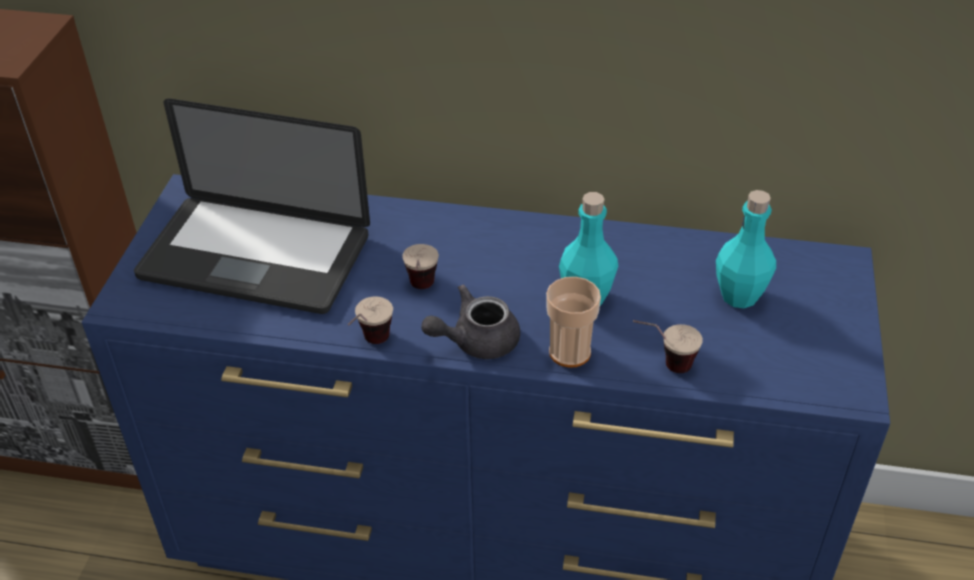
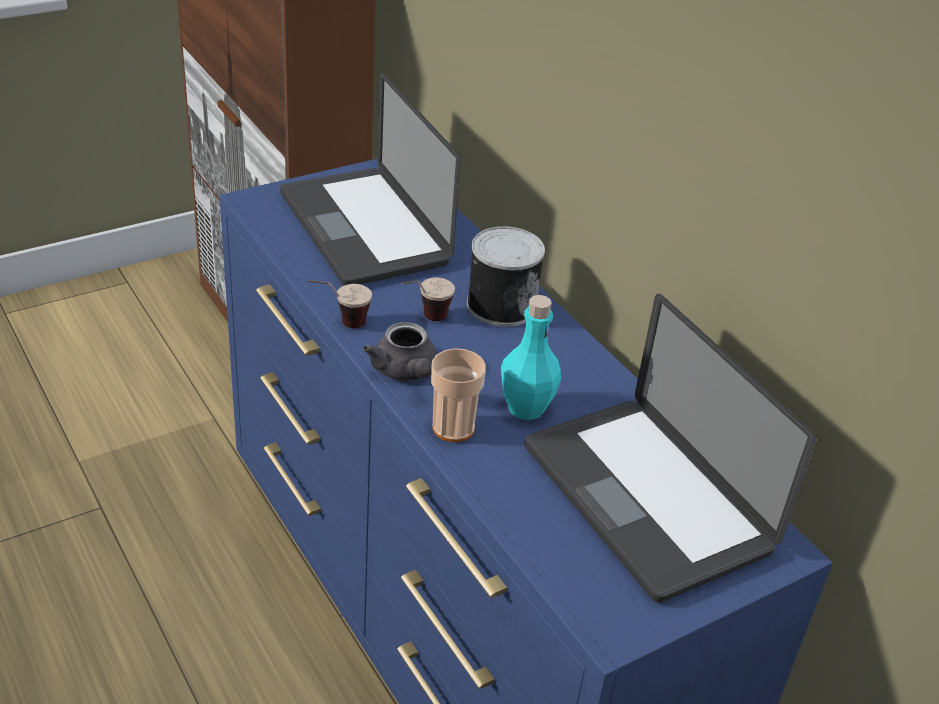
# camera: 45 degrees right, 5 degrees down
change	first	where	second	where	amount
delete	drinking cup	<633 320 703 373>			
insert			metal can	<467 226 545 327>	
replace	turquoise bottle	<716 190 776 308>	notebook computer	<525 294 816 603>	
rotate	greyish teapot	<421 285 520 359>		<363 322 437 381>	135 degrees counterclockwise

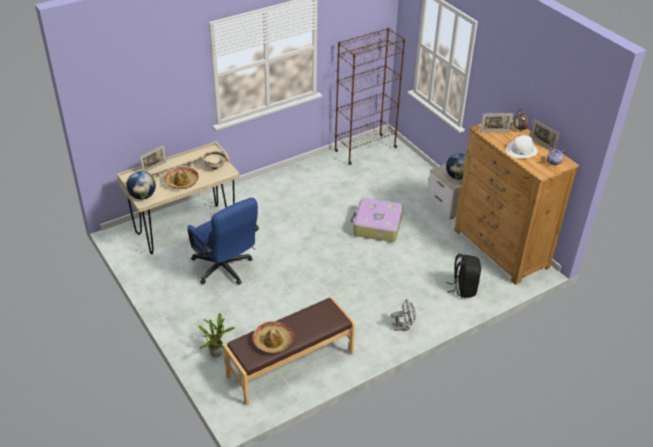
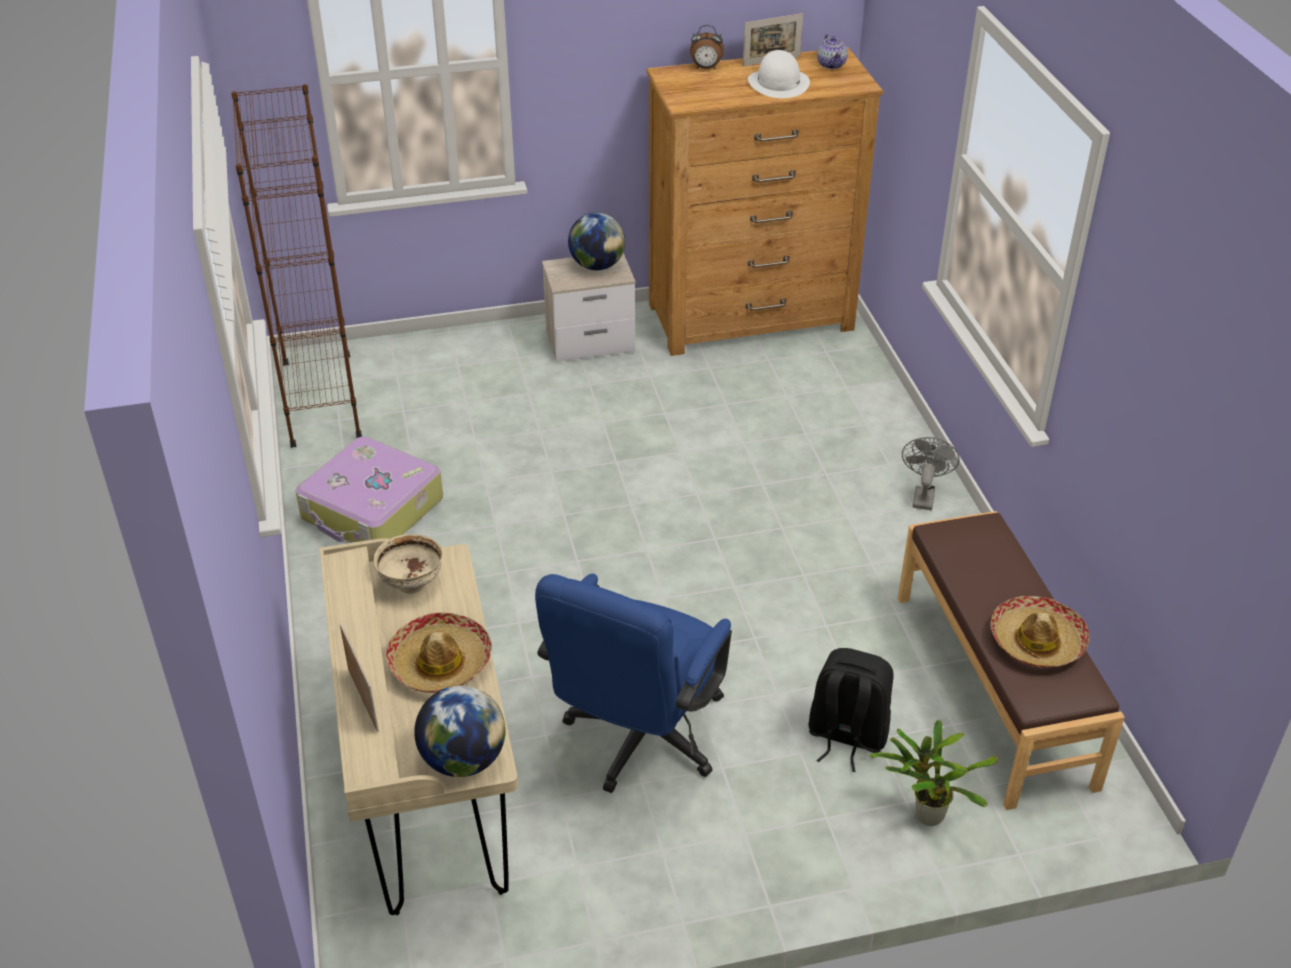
# camera: 70 degrees left, 0 degrees up
change	first	where	second	where	amount
delete	standing frame	<480 113 514 133>			
move	travel case	<351 198 403 242>		<295 437 443 543>	
move	black backpack	<447 254 481 298>		<808 648 893 772>	
rotate	blue-coloured desk chair	<187 198 259 284>		<535 574 732 793>	135 degrees clockwise

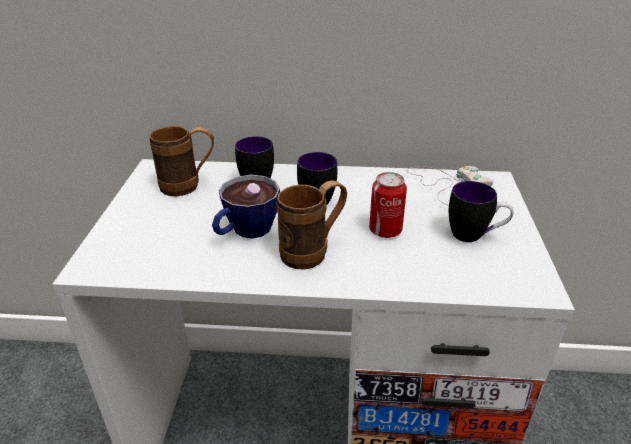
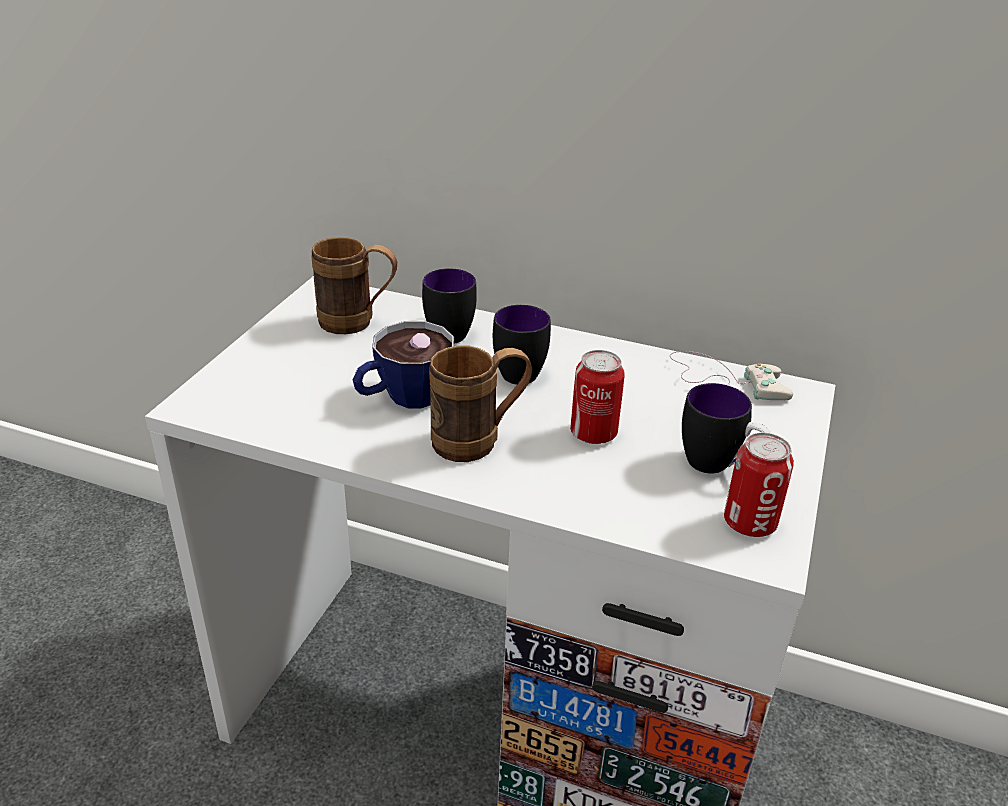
# camera: 15 degrees right, 0 degrees up
change	first	where	second	where	amount
insert			metal can	<724 433 794 537>	

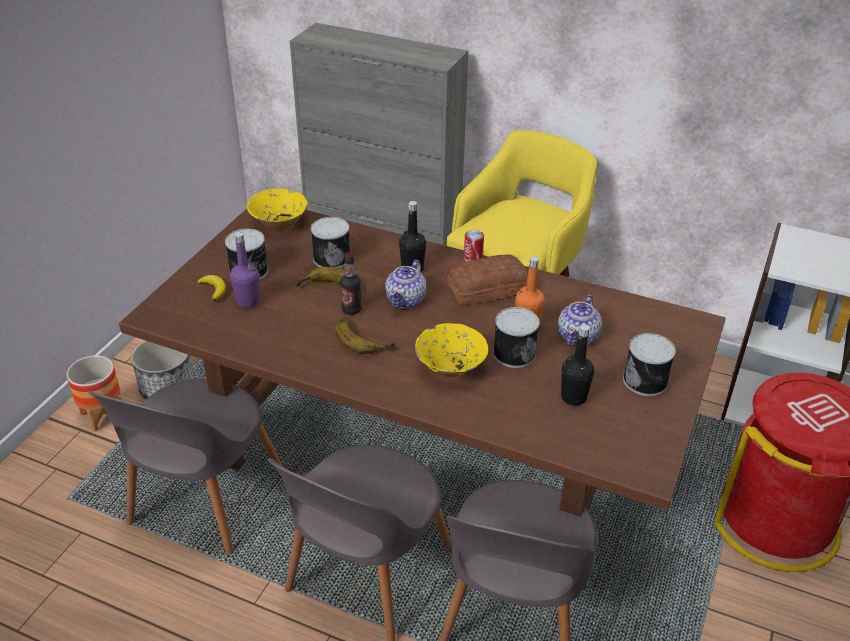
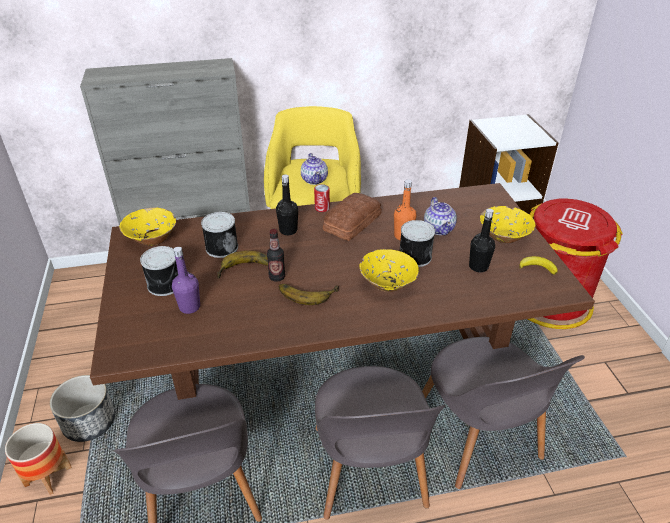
# camera: 35 degrees left, 0 degrees up
change	first	where	second	where	amount
move	banana fruit	<197 275 226 301>		<519 256 558 275>	
move	teapot	<385 260 426 308>		<301 153 328 185>	
replace	metal can	<623 333 676 396>	yellow serving bowl	<480 206 536 243>	

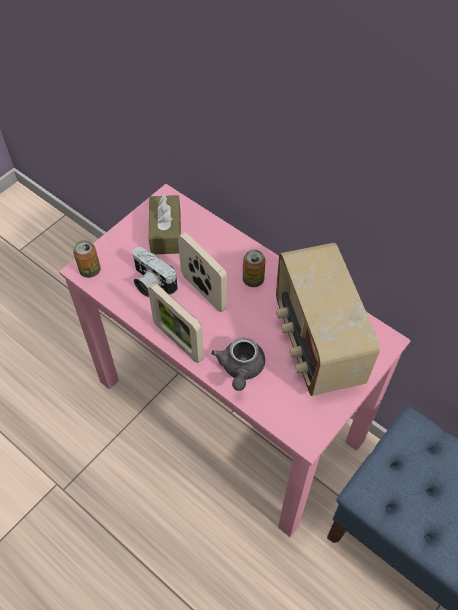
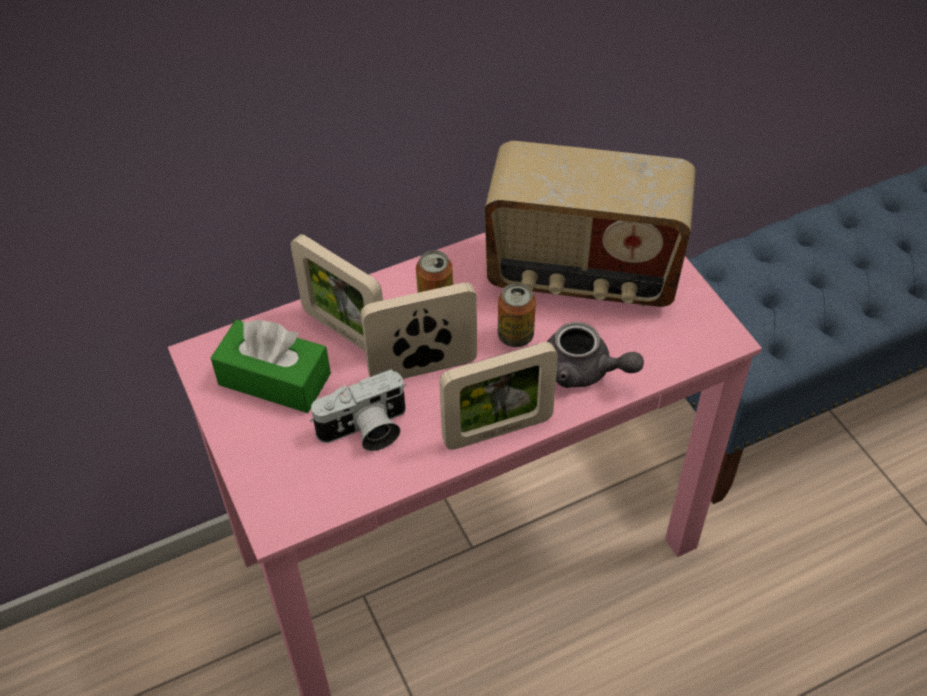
# camera: 65 degrees left, 5 degrees down
change	first	where	second	where	amount
insert			standing frame	<290 234 383 352>	
move	metal can	<73 240 101 278>		<498 283 536 347>	
recolor	brown-coloured box of tissues	<149 194 181 254>	greenish box of tissues	<211 320 331 413>	

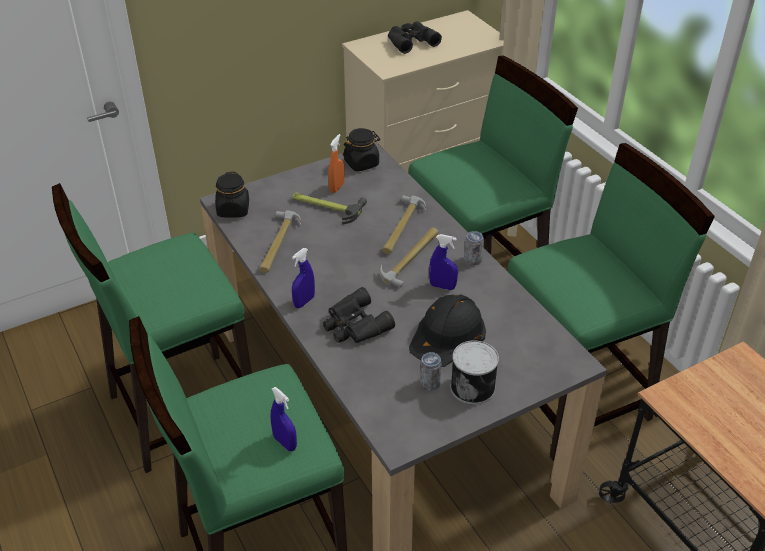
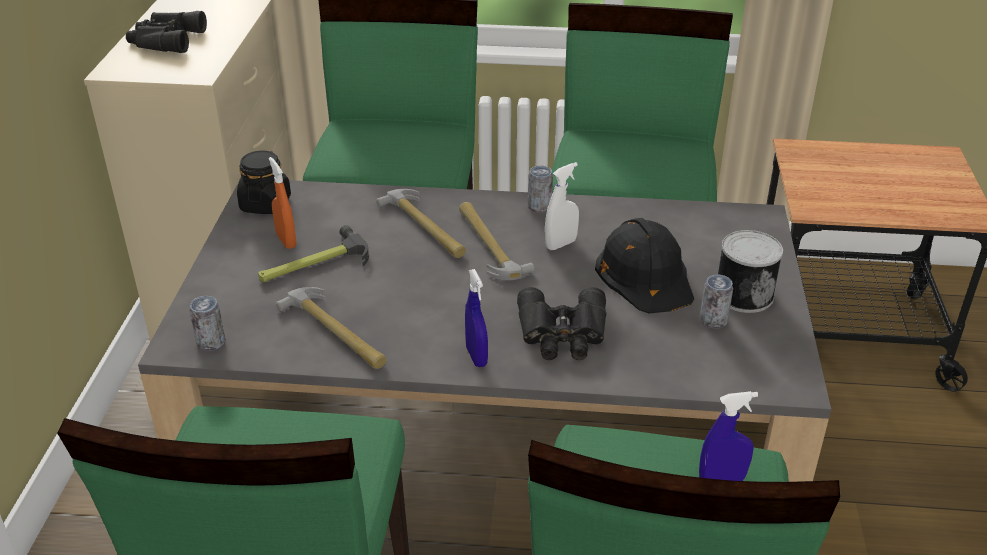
# camera: 55 degrees left, 5 degrees down
change	first	where	second	where	amount
replace	black preserve jar	<215 172 249 218>	metal can	<189 296 226 351>	
recolor	blue-coloured spray bottle	<429 234 458 290>	white spray bottle	<545 162 579 250>	

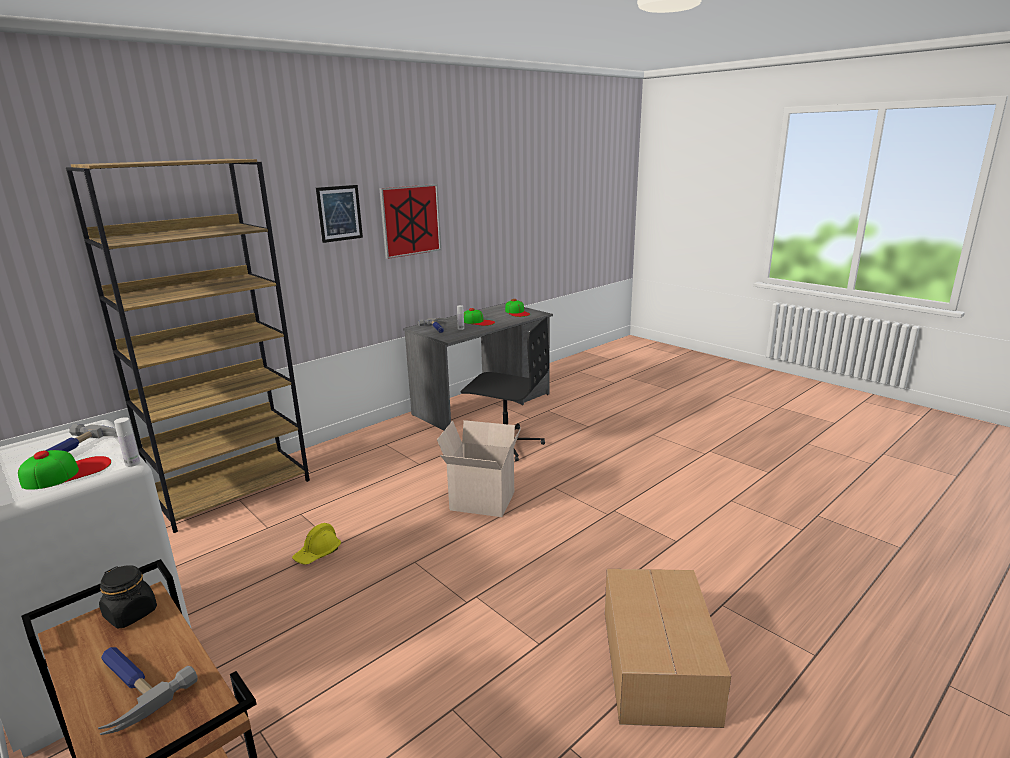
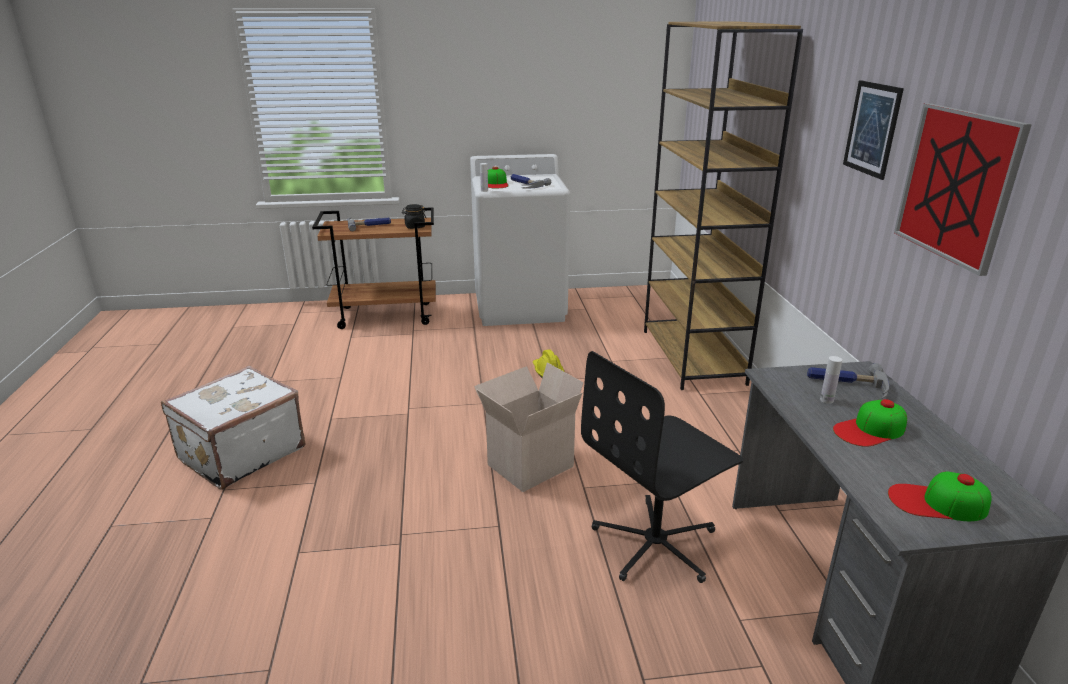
# camera: 125 degrees right, 5 degrees up
change	first	where	second	where	amount
replace	packing box	<605 569 731 728>	white travel case	<161 366 305 490>	

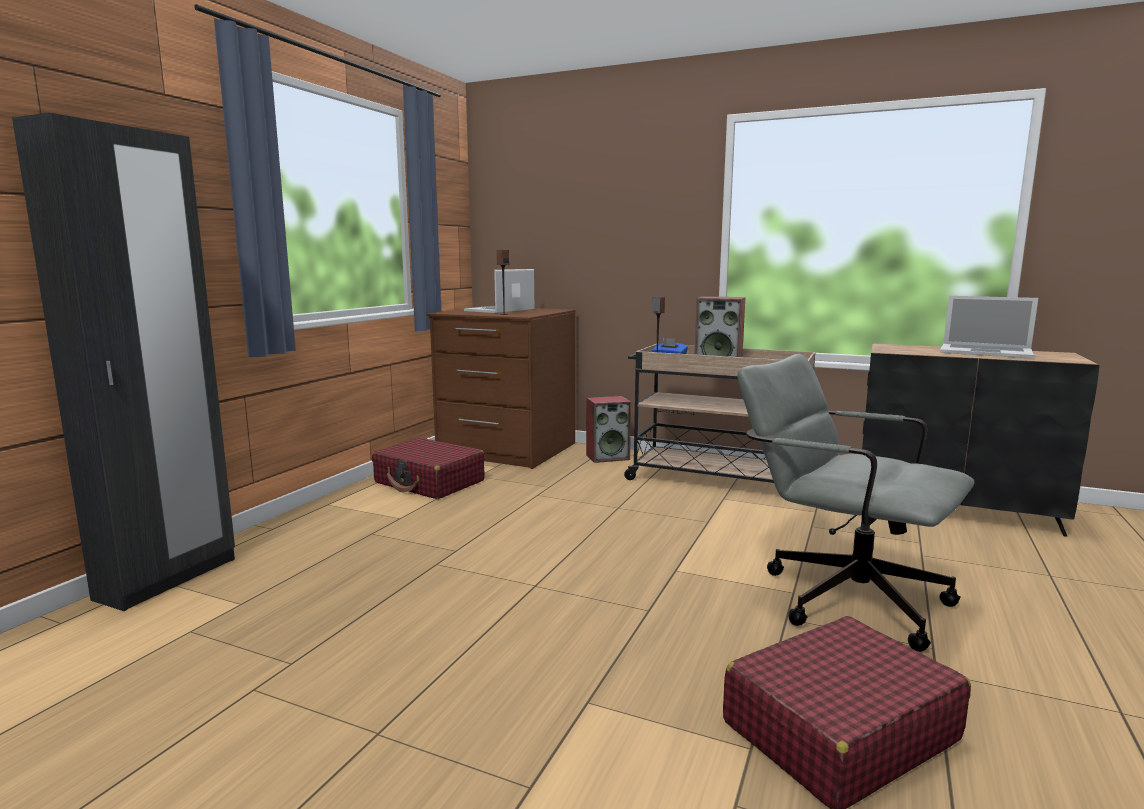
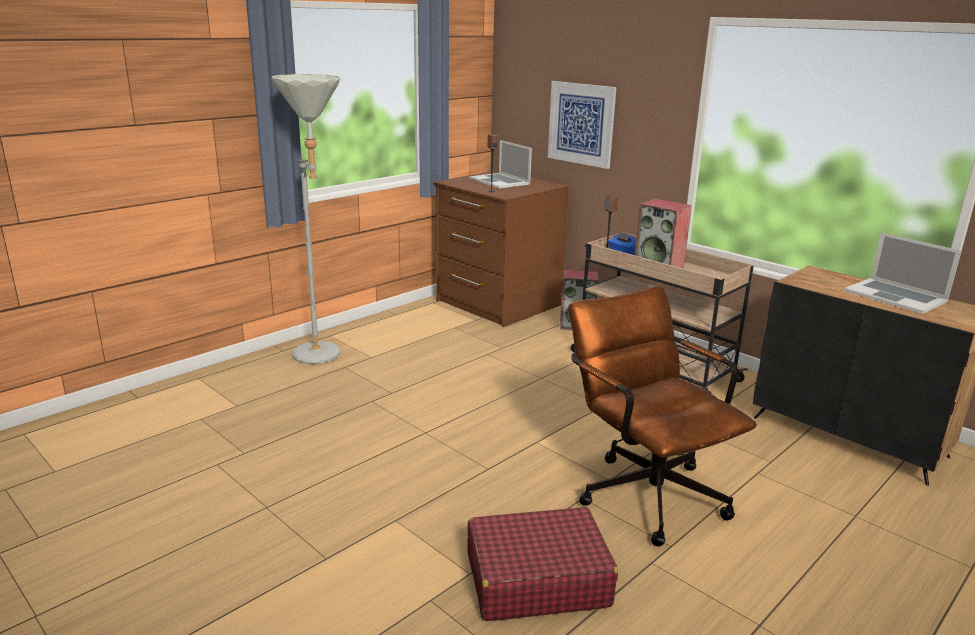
# camera: 20 degrees right, 10 degrees up
change	first	where	second	where	amount
delete	black clothes cupboard	<12 113 235 611>			
delete	red travel case	<372 438 485 499>			
insert			greyish standard lamp	<271 74 340 364>	
insert			wall art	<548 81 616 169>	
recolor	greyish desk chair	<737 354 975 652>	brown-coloured desk chair	<569 286 757 546>	
rotate	notebook computer	<464 269 534 313>		<469 140 532 189>	90 degrees counterclockwise

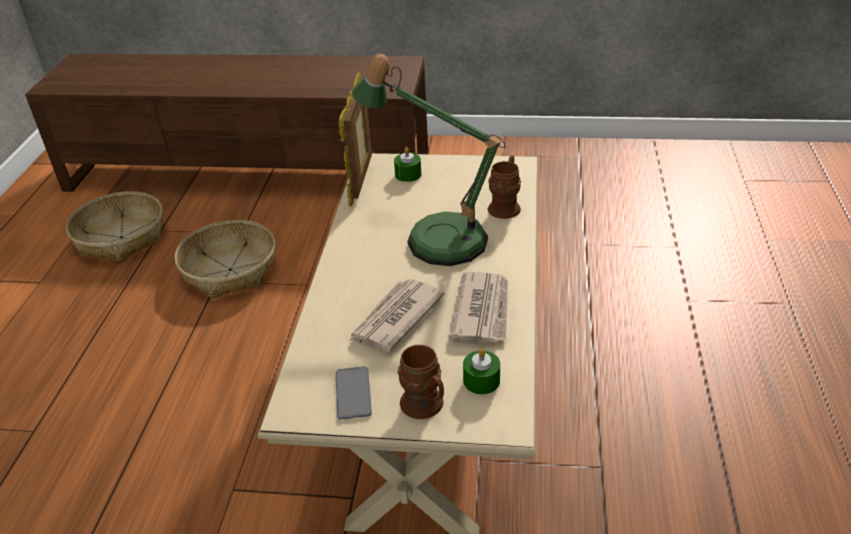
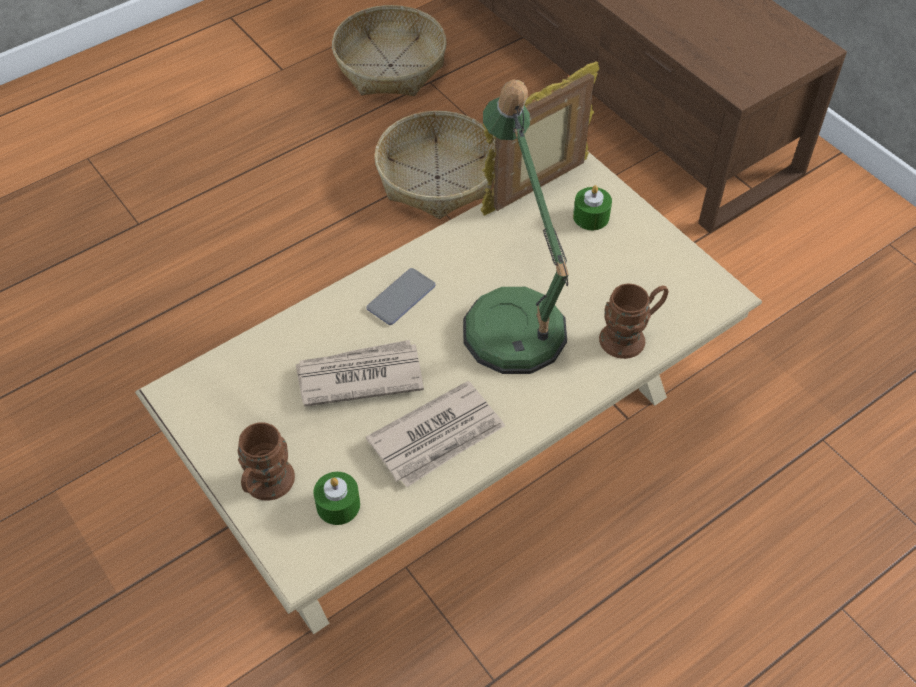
# camera: 45 degrees right, 15 degrees up
change	first	where	second	where	amount
move	phone	<336 366 372 420>		<366 268 436 325>	

